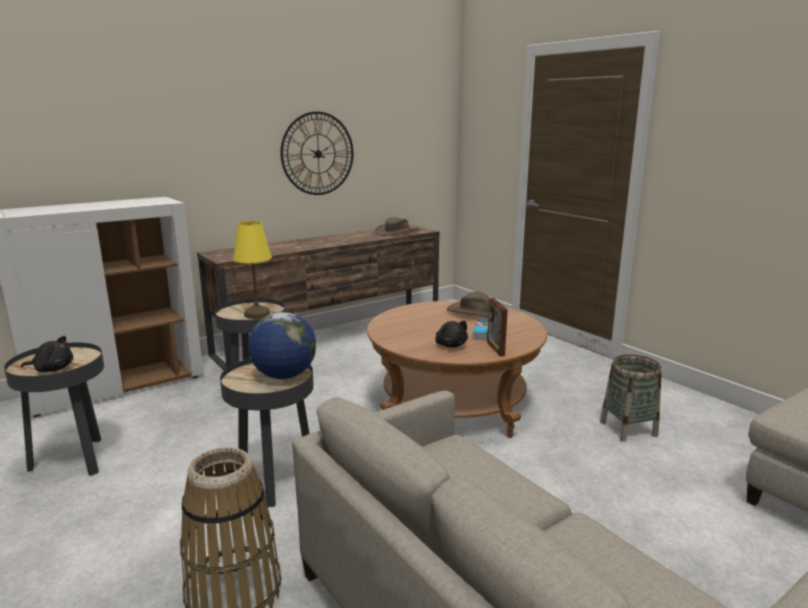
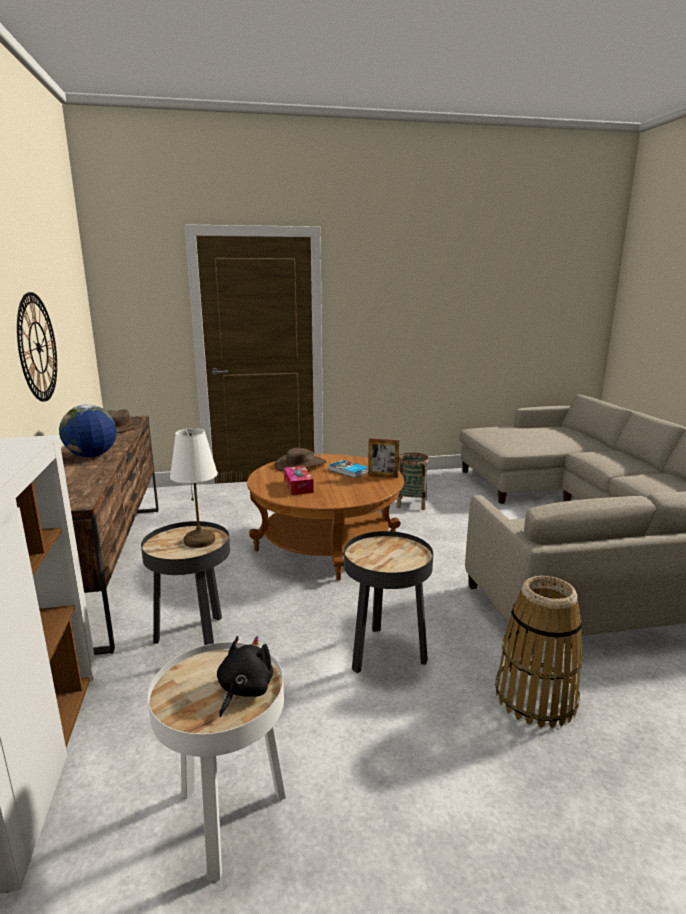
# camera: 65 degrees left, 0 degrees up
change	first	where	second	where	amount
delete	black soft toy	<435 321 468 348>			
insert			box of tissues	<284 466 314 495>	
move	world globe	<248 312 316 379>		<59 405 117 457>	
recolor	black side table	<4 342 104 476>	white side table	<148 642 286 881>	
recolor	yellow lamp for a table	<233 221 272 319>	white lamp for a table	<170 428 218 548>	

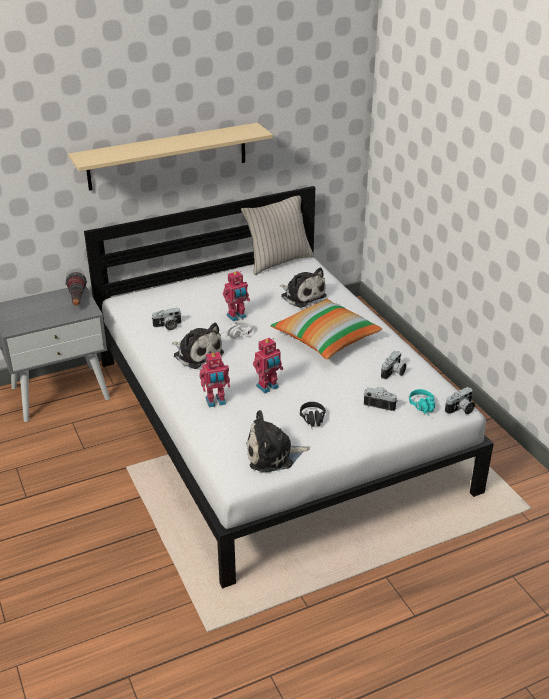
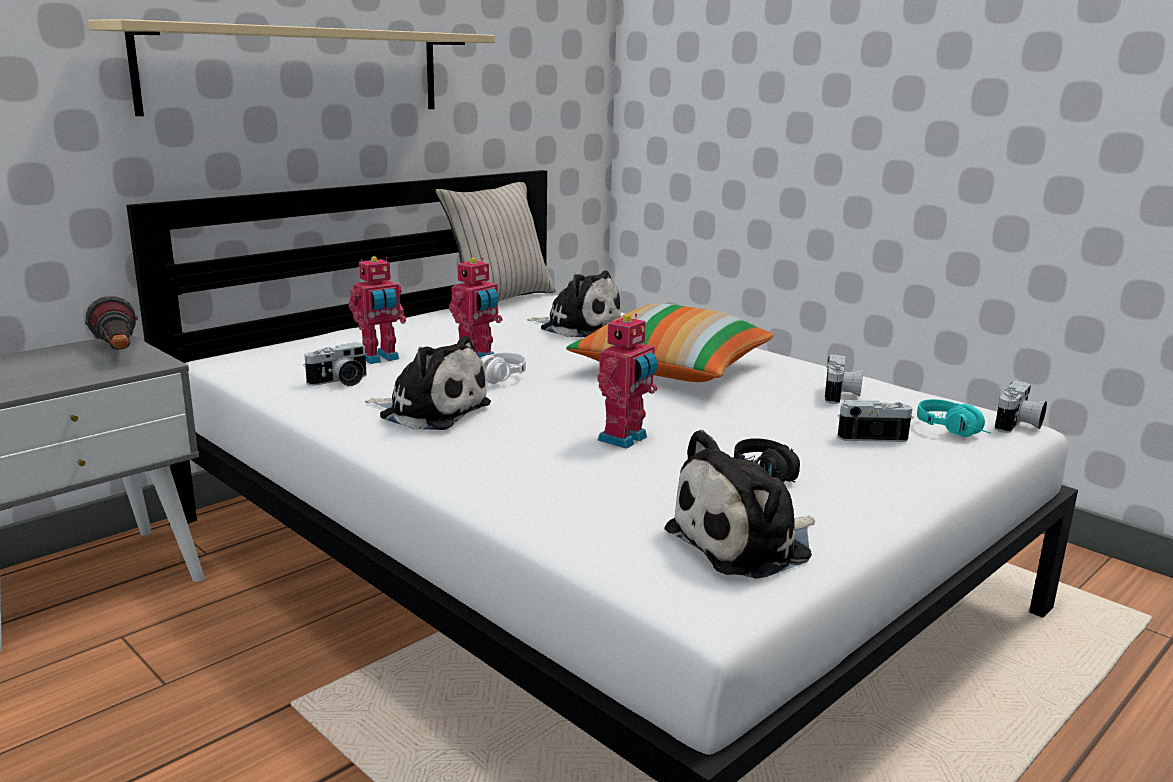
# camera: 20 degrees left, 15 degrees down
change	first	where	second	where	amount
move	model robot	<199 352 230 407>		<349 256 406 364>	

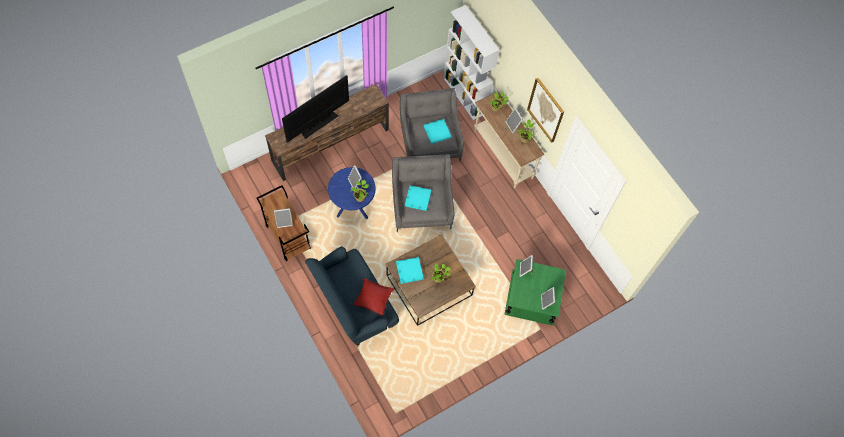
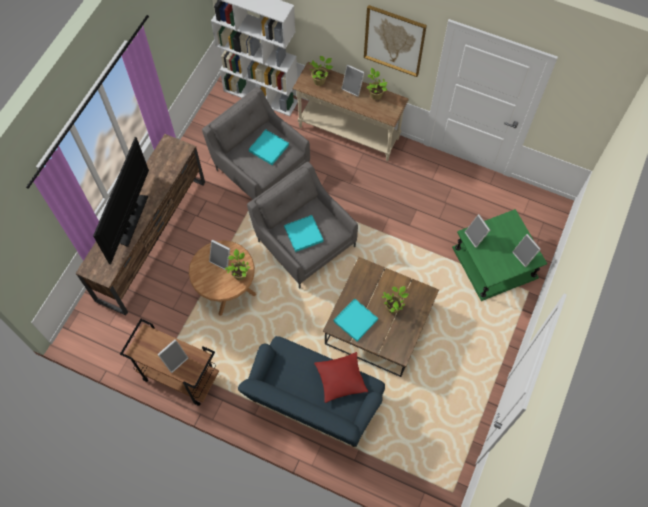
# camera: 30 degrees left, 0 degrees up
change	first	where	second	where	amount
recolor	blue-coloured side table	<328 167 376 219>	brown-coloured side table	<189 240 256 316>	

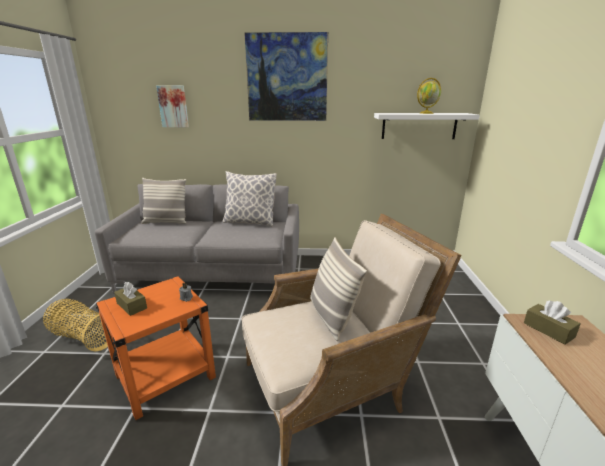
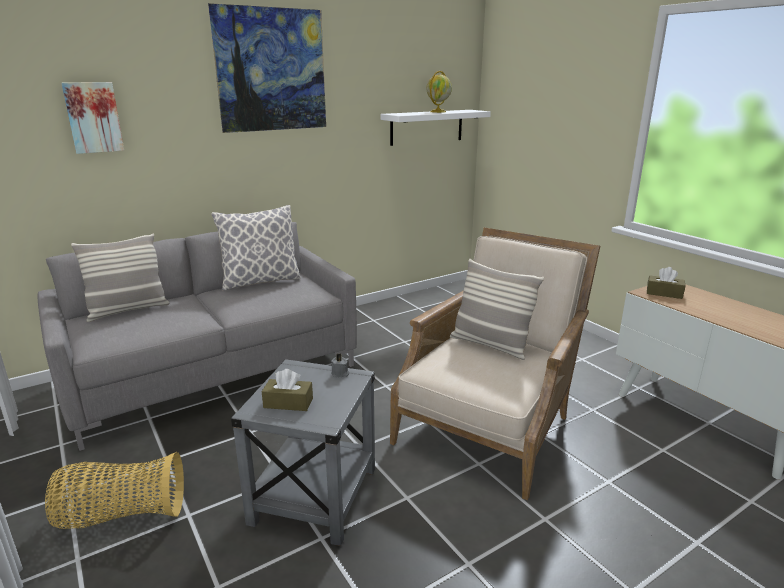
# camera: 35 degrees left, 0 degrees up
change	first	where	second	where	amount
recolor	orange-coloured side table	<96 276 216 420>	greyish side table	<231 359 375 546>	

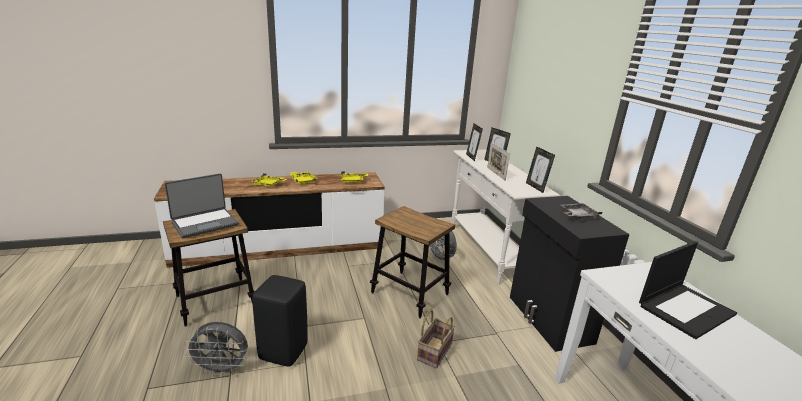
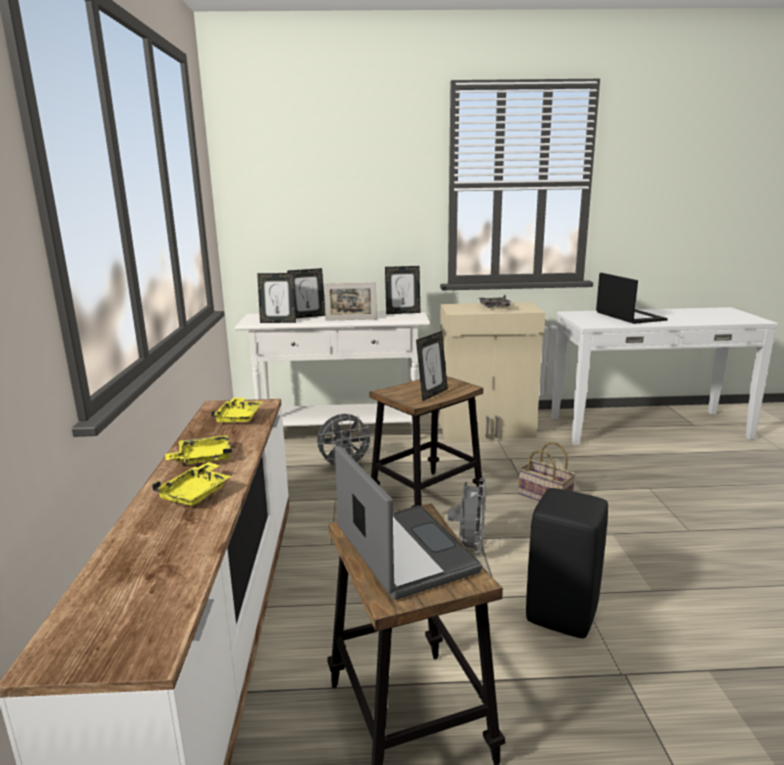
# camera: 75 degrees left, 5 degrees down
change	first	where	second	where	amount
insert			standing frame	<416 331 448 401>	
move	greyish electric fan	<184 322 248 377>		<448 478 486 557>	
recolor	black cabinet	<510 196 630 352>	sand-coloured cabinet	<439 302 545 441>	

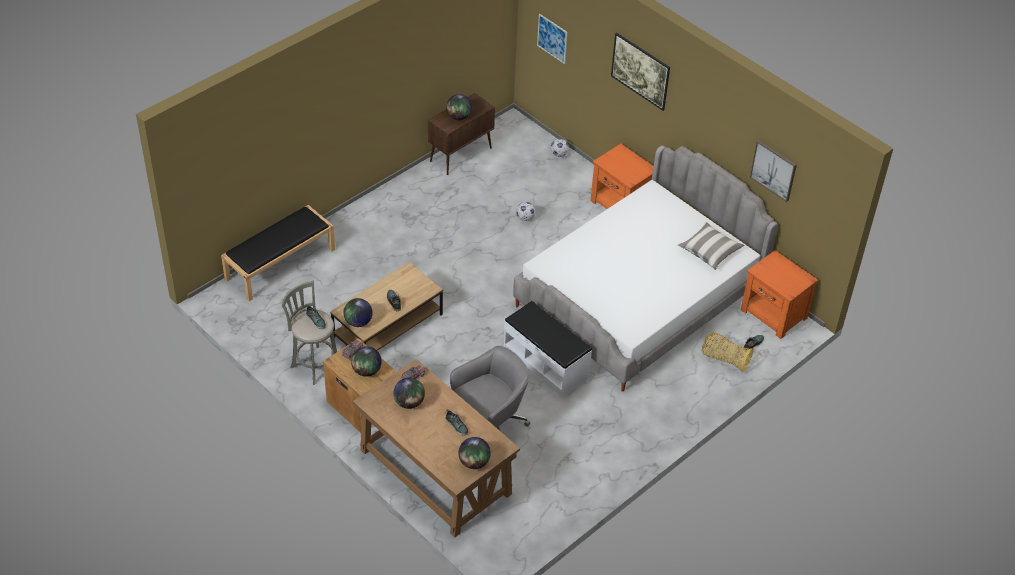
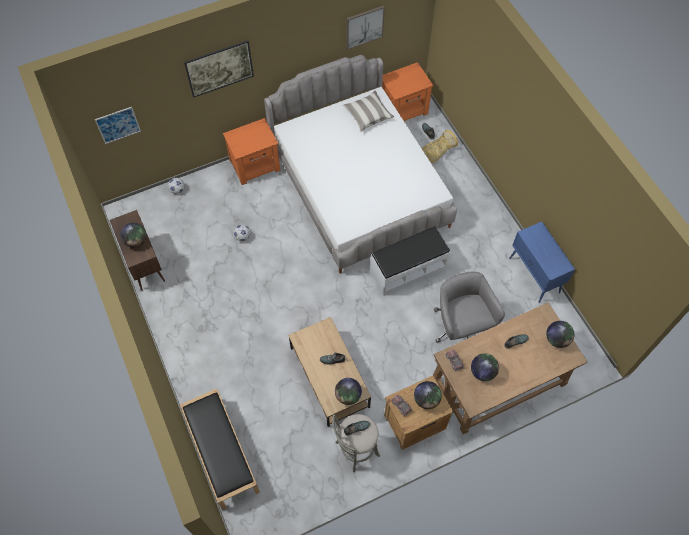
# camera: 70 degrees left, 15 degrees up
change	first	where	second	where	amount
insert			blue-coloured cabinet	<510 222 575 303>	

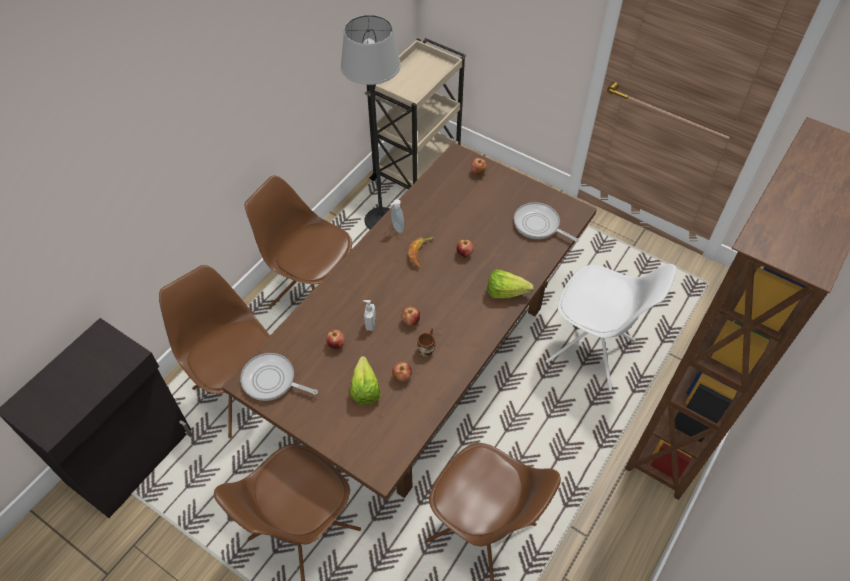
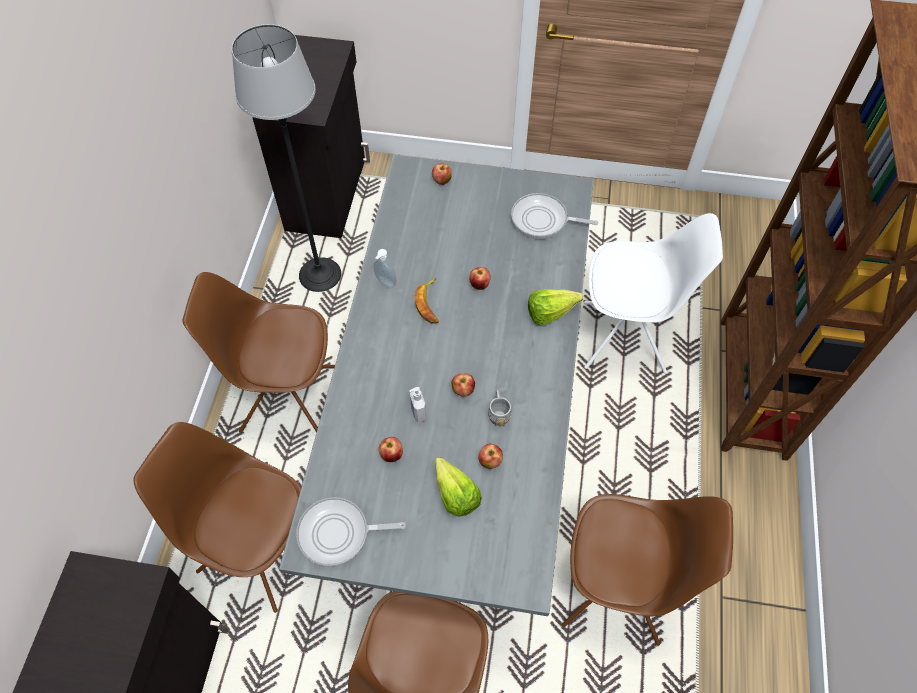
# camera: 25 degrees left, 5 degrees up
change	first	where	second	where	amount
replace	sand-coloured wheeled cart	<365 38 466 189>	black cabinet	<253 35 370 238>	
recolor	brown-coloured dinner table	<222 142 597 500>	greyish dinner table	<279 155 594 616>	
recolor	brown-coloured mug	<416 328 435 356>	greyish mug	<488 389 512 427>	

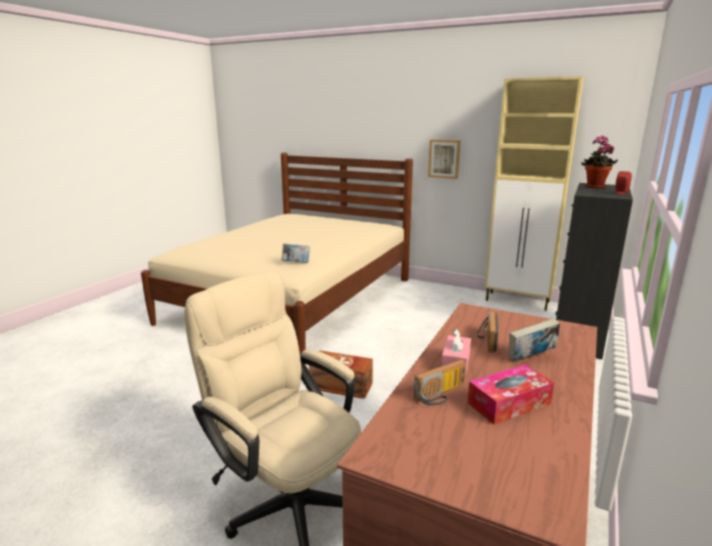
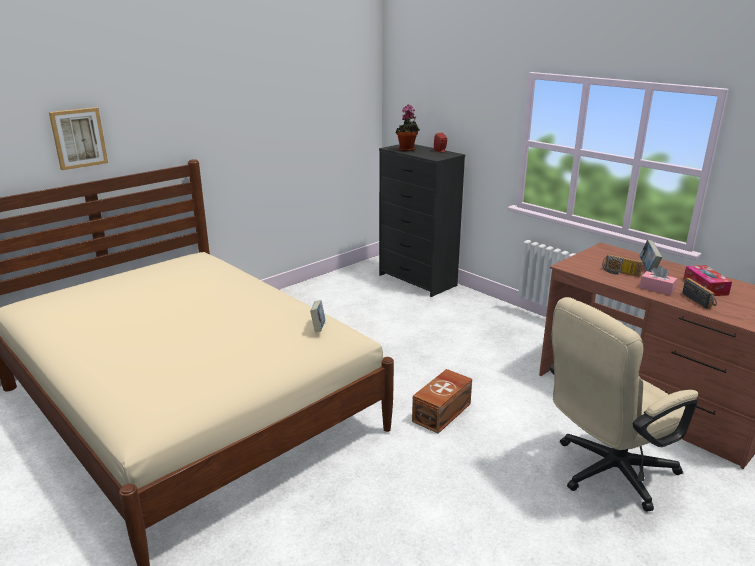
# camera: 70 degrees left, 5 degrees up
change	first	where	second	where	amount
delete	sand-coloured cabinet	<485 76 584 311>			
move	wall art	<428 140 460 179>		<49 107 108 170>	

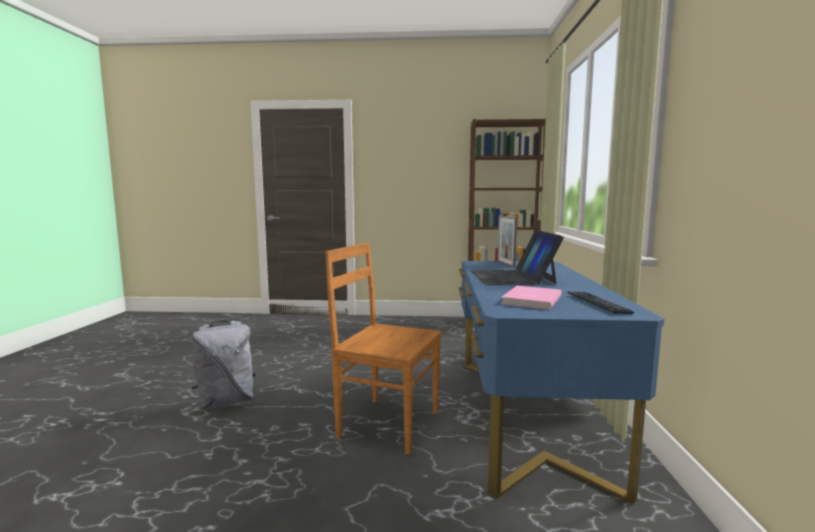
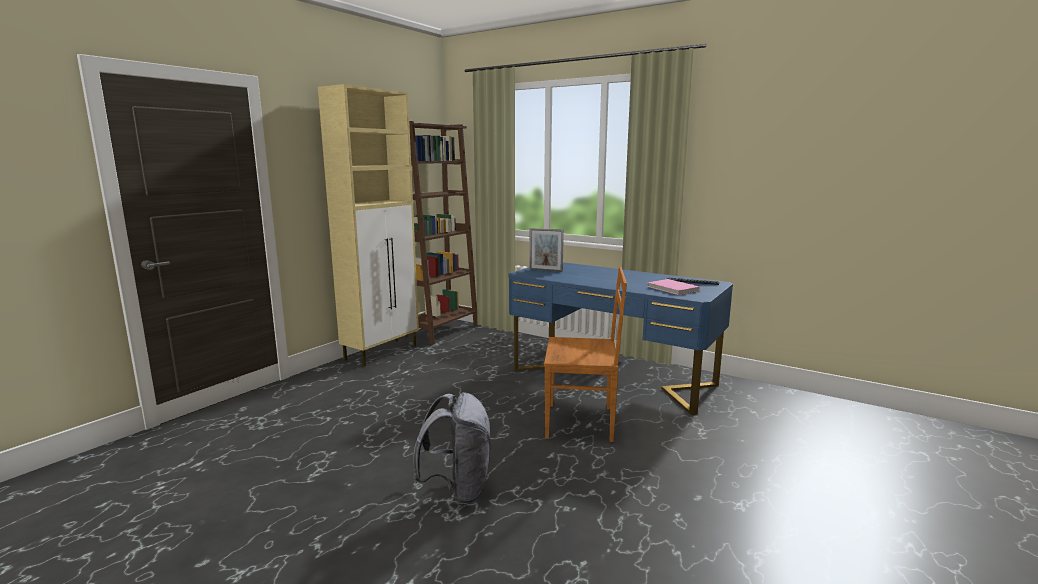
# camera: 60 degrees left, 5 degrees up
change	first	where	second	where	amount
delete	notebook computer	<470 230 564 285>			
insert			sand-coloured cabinet	<318 84 419 367>	
rotate	brown-coloured upright chair	<325 242 441 455>		<544 267 627 442>	135 degrees counterclockwise

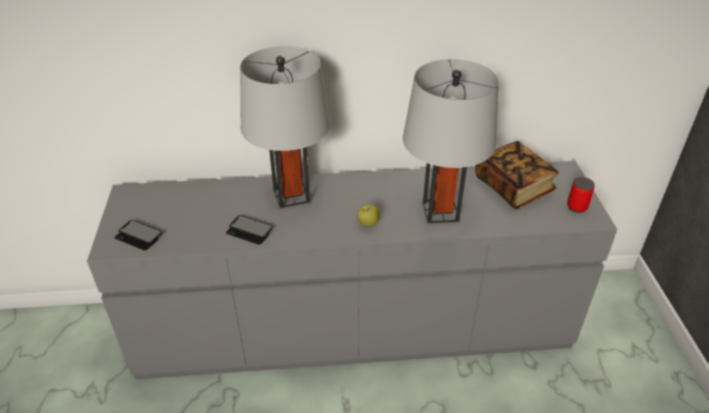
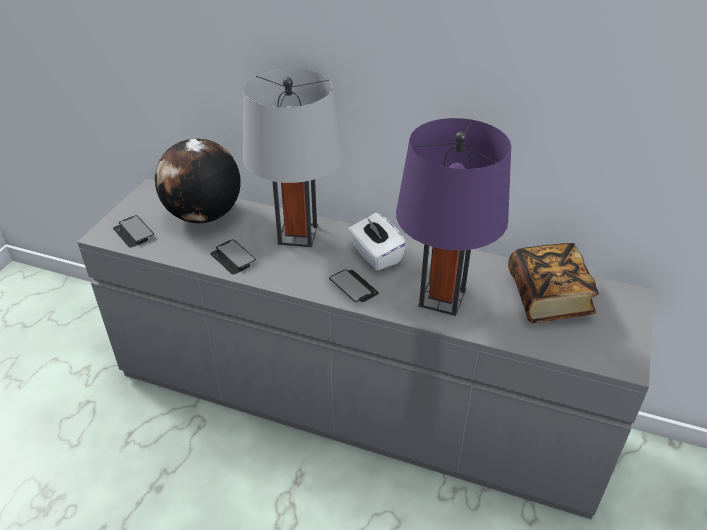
# camera: 25 degrees right, 0 degrees up
change	first	where	second	where	amount
delete	metal can	<567 177 595 213>			
insert			world globe	<155 138 240 223>	
insert			white box of tissues	<348 213 406 271>	
replace	apple fruit	<357 204 380 227>	phone	<329 270 379 302>	
recolor	greyish lamp for a table	<403 59 499 223>	purple lamp for a table	<396 118 512 316>	

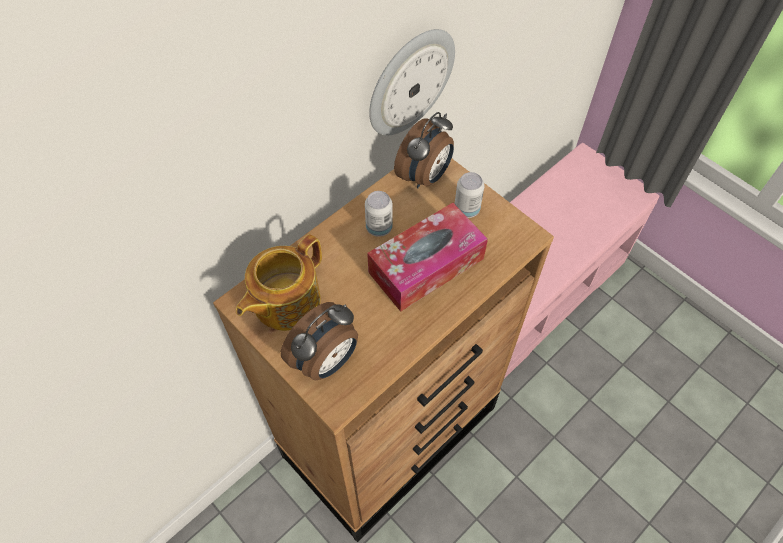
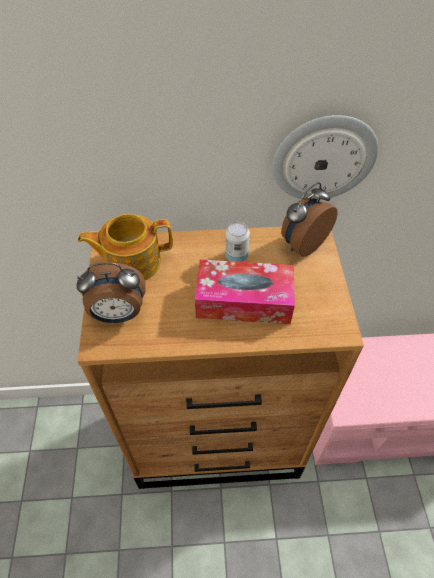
# camera: 40 degrees right, 5 degrees down
change	first	where	second	where	amount
delete	metal can	<455 172 484 218>			
rotate	table clock	<394 112 454 189>		<281 182 338 257>	150 degrees clockwise

